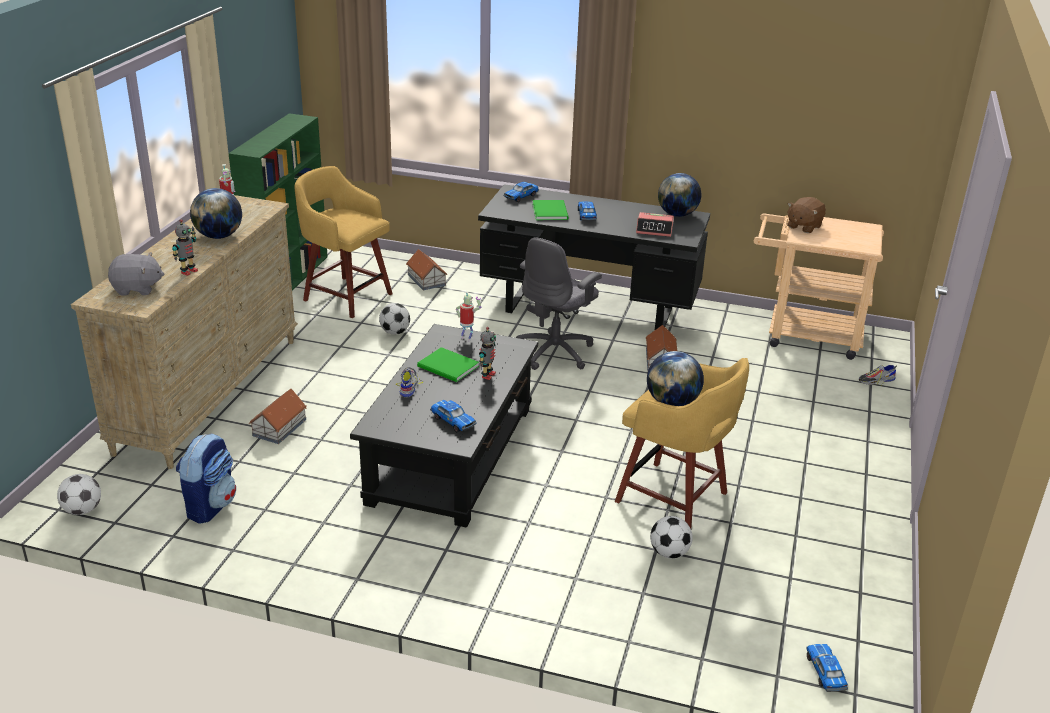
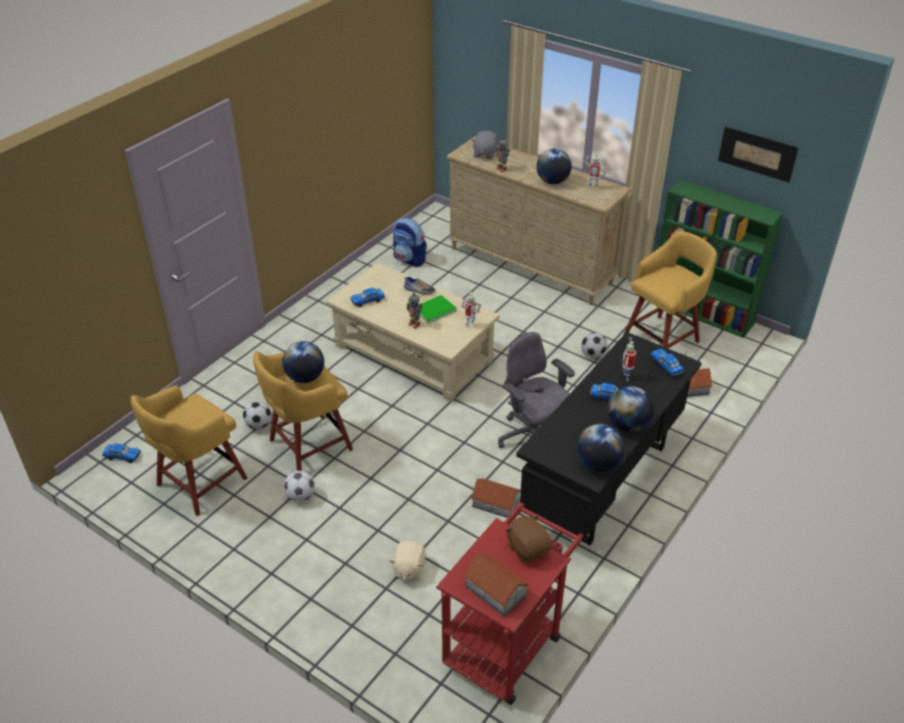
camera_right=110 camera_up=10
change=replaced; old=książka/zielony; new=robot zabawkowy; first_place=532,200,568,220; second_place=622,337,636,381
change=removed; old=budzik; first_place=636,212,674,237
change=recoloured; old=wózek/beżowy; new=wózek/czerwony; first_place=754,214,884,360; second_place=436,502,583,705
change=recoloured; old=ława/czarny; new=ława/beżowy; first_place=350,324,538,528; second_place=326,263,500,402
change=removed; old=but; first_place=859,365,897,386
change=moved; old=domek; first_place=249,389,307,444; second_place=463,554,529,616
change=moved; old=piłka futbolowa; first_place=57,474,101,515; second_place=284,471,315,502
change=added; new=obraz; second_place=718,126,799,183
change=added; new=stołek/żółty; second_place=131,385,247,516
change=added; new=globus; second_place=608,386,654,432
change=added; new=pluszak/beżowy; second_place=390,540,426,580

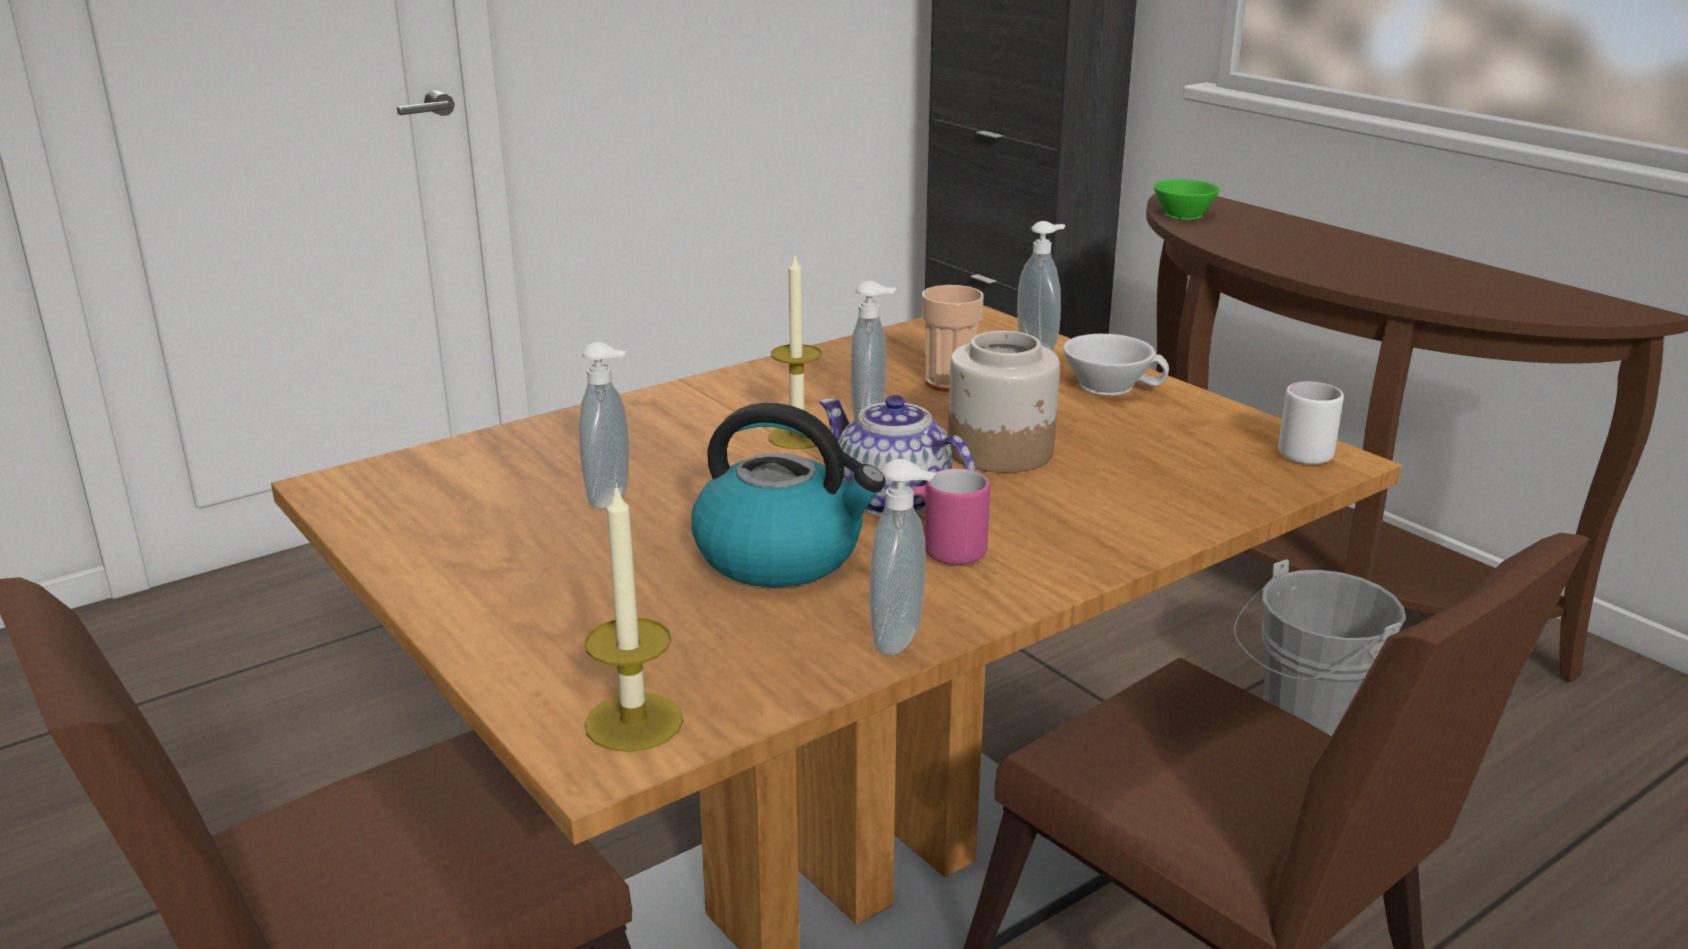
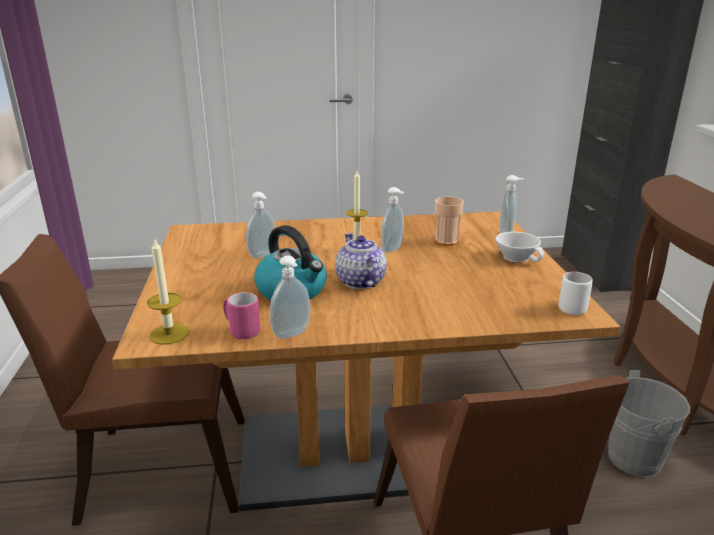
camera_right=30 camera_up=0
change=removed; old=filiżanka/zielony; first_place=1154,179,1220,220
change=removed; old=słoik; first_place=948,331,1060,473
change=moved; old=kubek/różowy; first_place=912,468,990,565; second_place=223,292,260,339

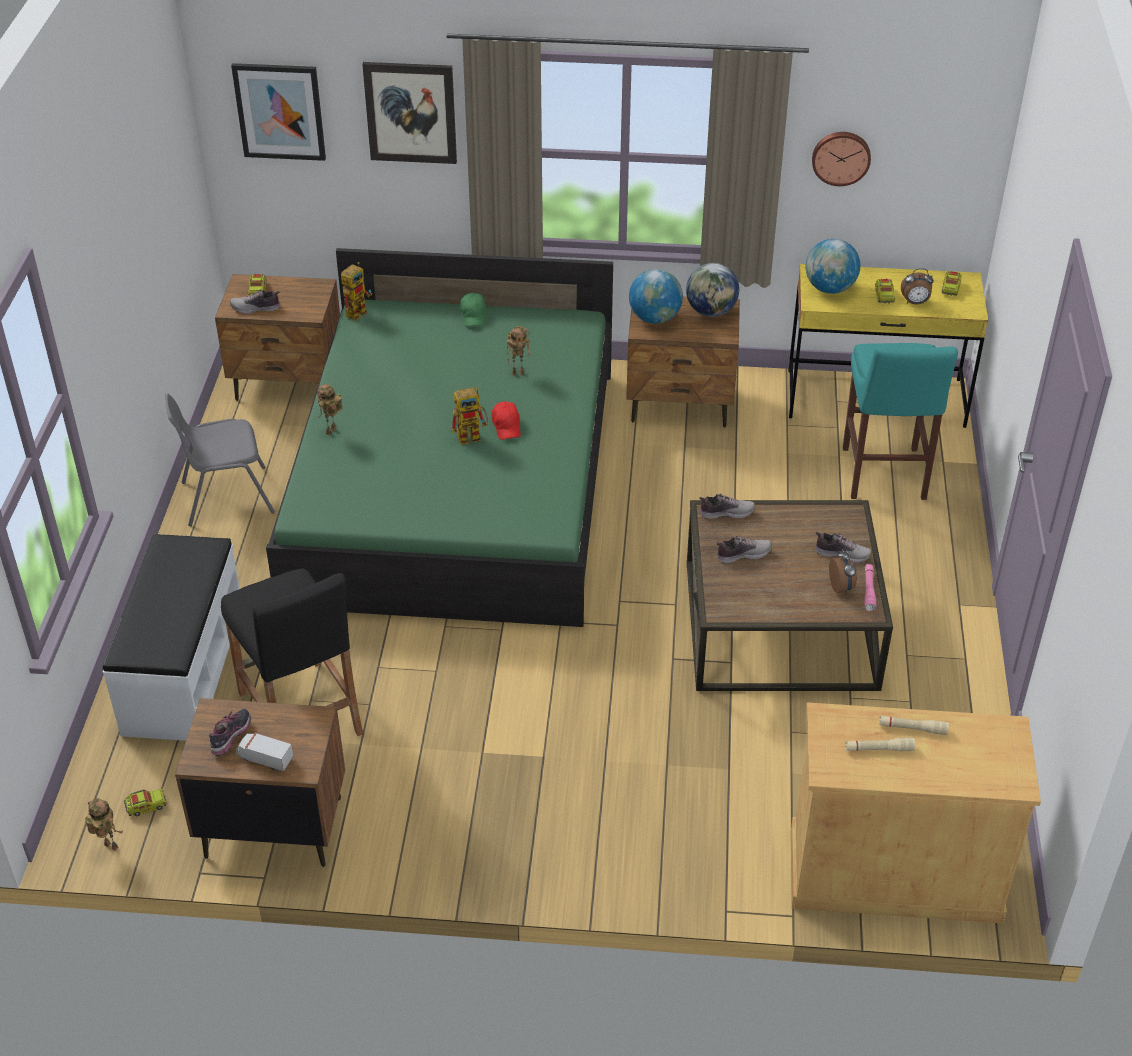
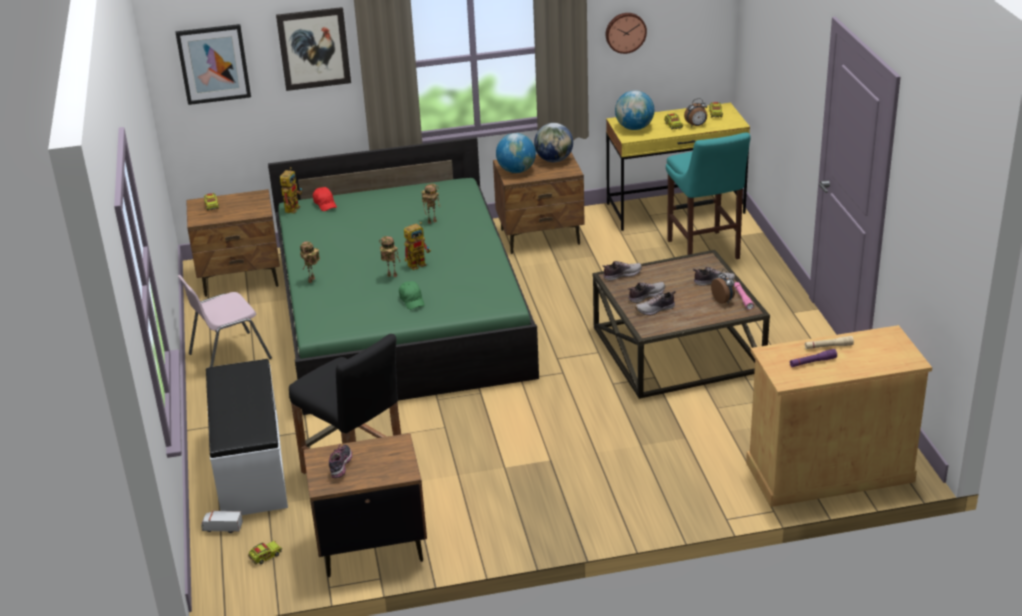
camera_right=-15 camera_up=-10
change=moved; old=but; first_place=230,290,280,314; second_place=635,291,676,316
change=moved; old=czapka z daszkiem/zielony; first_place=461,293,486,327; second_place=399,281,425,310
change=recoloured; old=krzesło/szary; new=krzesło/różowy; first_place=165,393,275,526; second_place=178,275,272,367
change=moved; old=czapka z daszkiem/czerwony; first_place=492,402,521,440; second_place=313,187,337,211
change=moved; old=ciężarówka zabawkowa; first_place=236,733,294,771; second_place=201,510,243,533
change=recoloured; old=latarka/beżowy; new=latarka/fioletowy; first_place=845,737,915,751; second_place=790,349,837,367
change=moved; old=robot zabawkowy; first_place=85,798,123,851; second_place=379,236,400,277

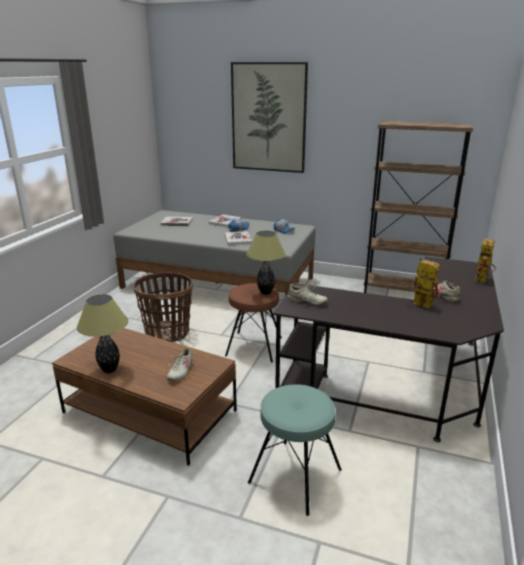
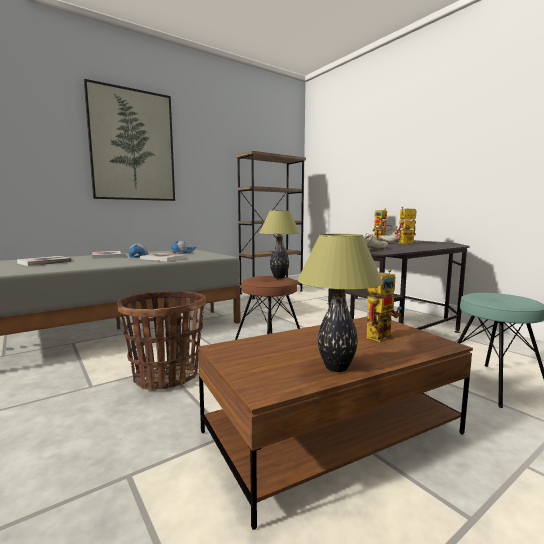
camera_right=-55 camera_up=-15
change=replaced; old=but/beżowy; new=robot zabawkowy; first_place=166,347,194,381; second_place=366,269,401,342

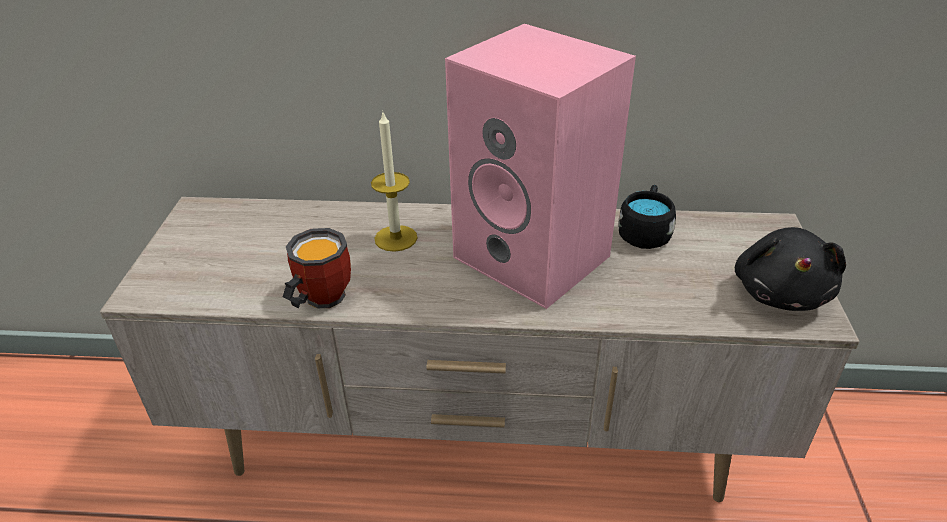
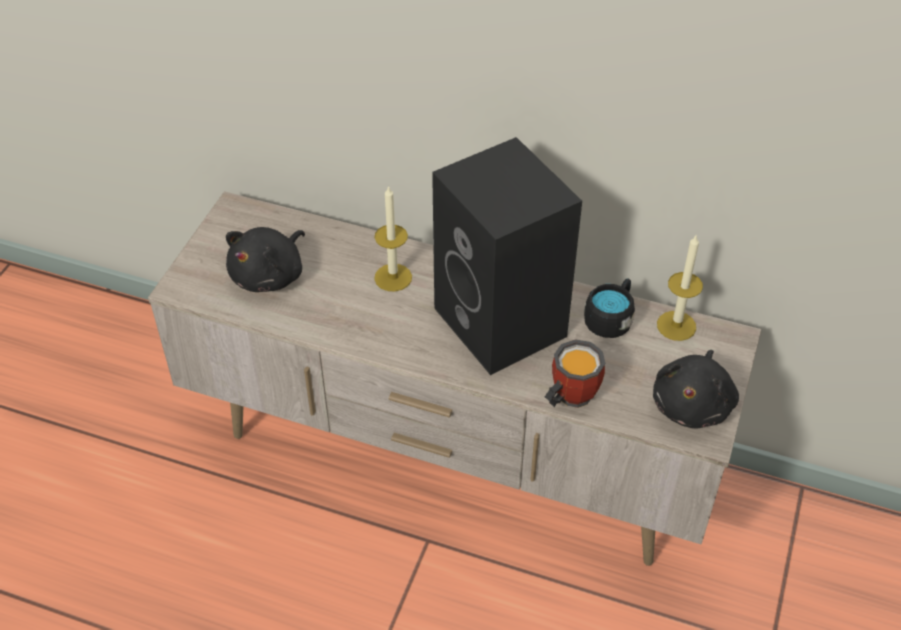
camera_right=15 camera_up=10
change=recoloured; old=głośnik/różowy; new=głośnik/czarny; first_place=445,24,636,309; second_place=432,137,582,375
change=moved; old=kubek; first_place=283,228,351,309; second_place=545,339,606,408
change=added; new=pluszak/czarny; second_place=226,227,305,292
change=added; new=świeca; second_place=657,235,703,341

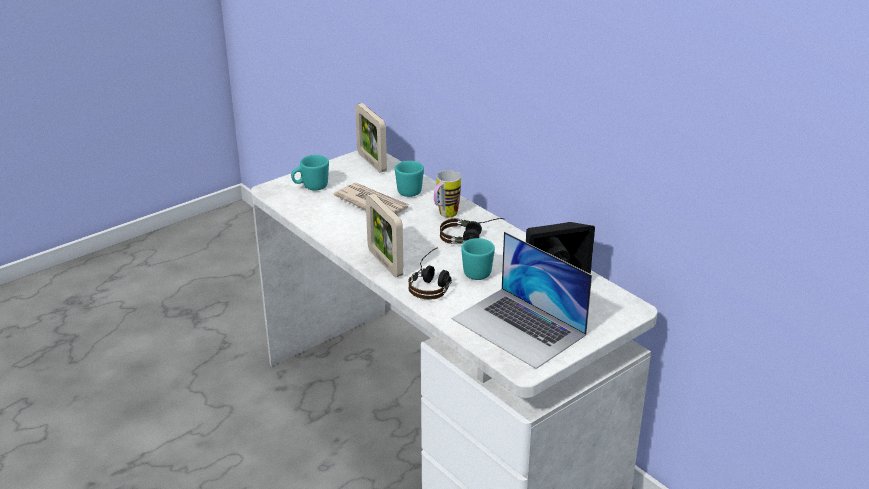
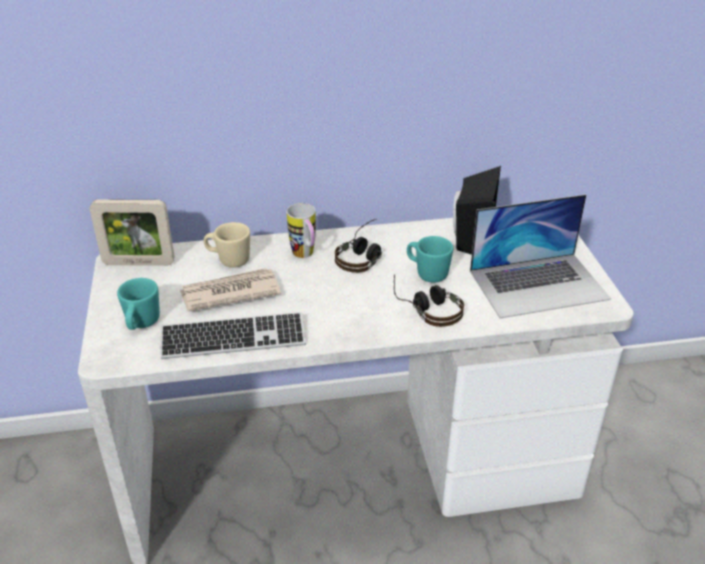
camera_right=-60 camera_up=5
change=recoloured; old=kubek/turkusowy; new=kubek/beżowy; first_place=395,161,424,197; second_place=204,222,250,268
change=removed; old=ramka na zdjęcie; first_place=366,194,404,277
change=added; new=klawiatura; second_place=160,312,306,359

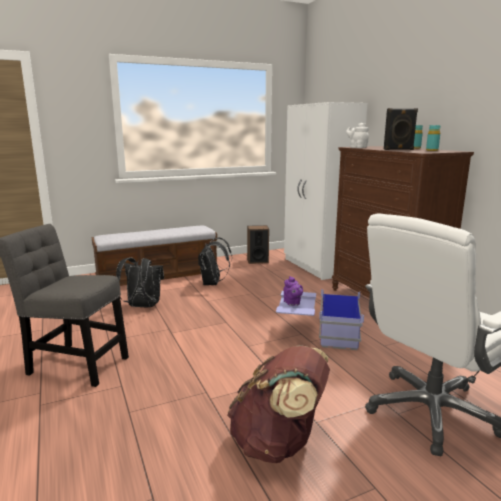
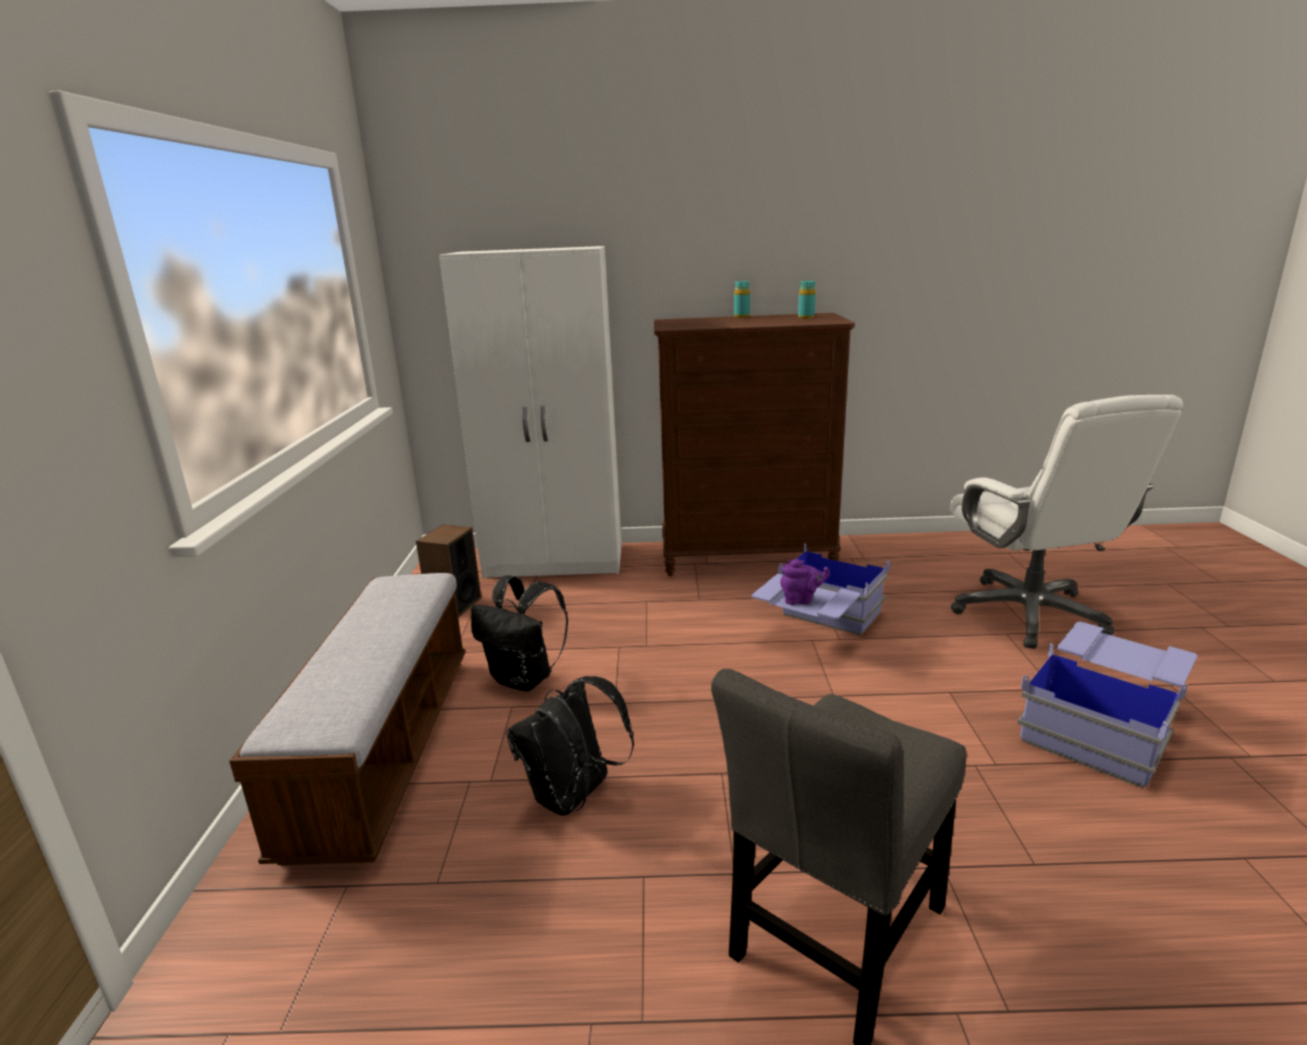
camera_right=-65 camera_up=5
change=removed; old=głośnik/czarny; first_place=384,108,418,150
change=removed; old=imbryk/biały; first_place=346,123,369,148
change=replaced; old=plecak/brązowy; new=pojemnik do przechowywania/niebieski; first_place=227,346,330,463; second_place=1017,621,1198,789

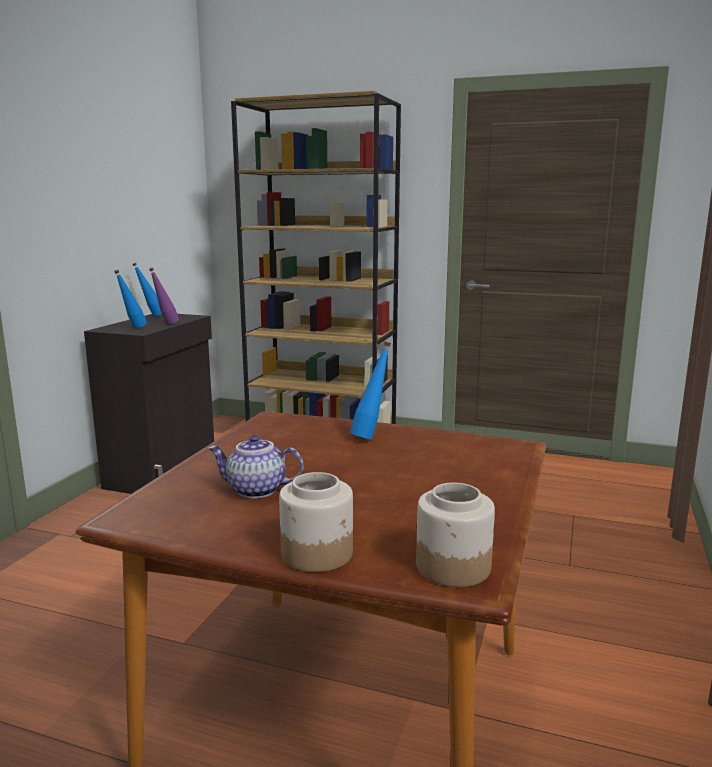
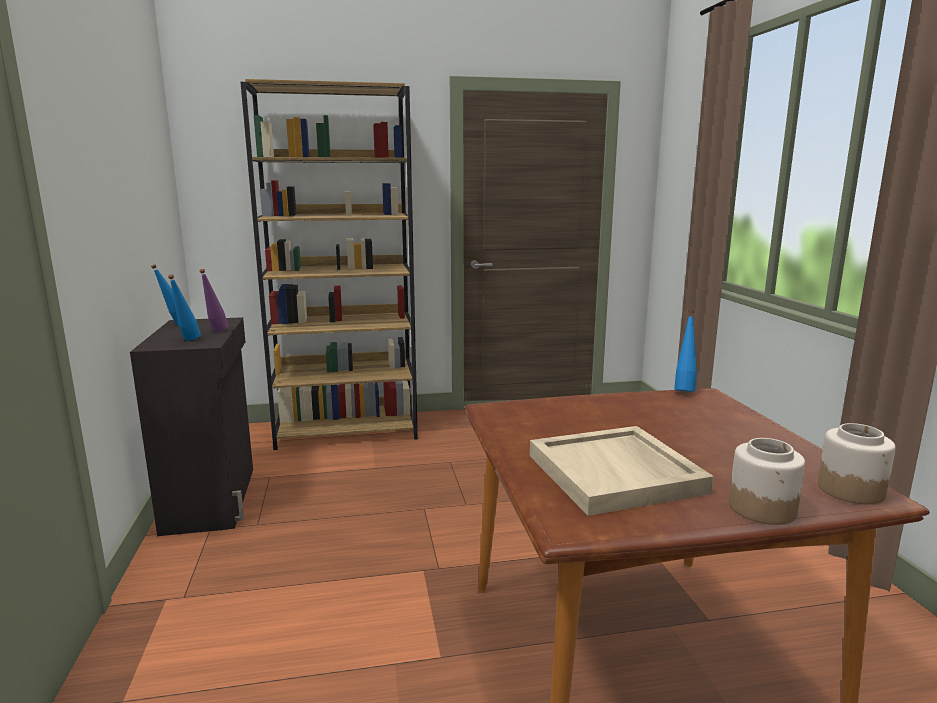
camera_right=-30 camera_up=0
change=moved; old=butelka/niebieski; first_place=350,341,391,439; second_place=674,310,697,392
change=replaced; old=imbryk; new=taca/beżowy; first_place=208,435,304,499; second_place=530,426,714,516

